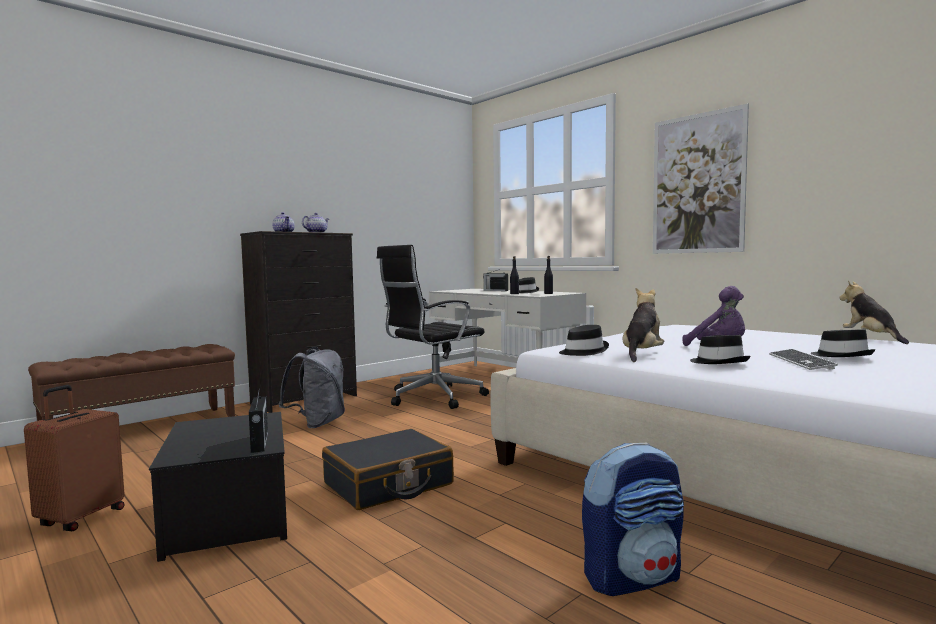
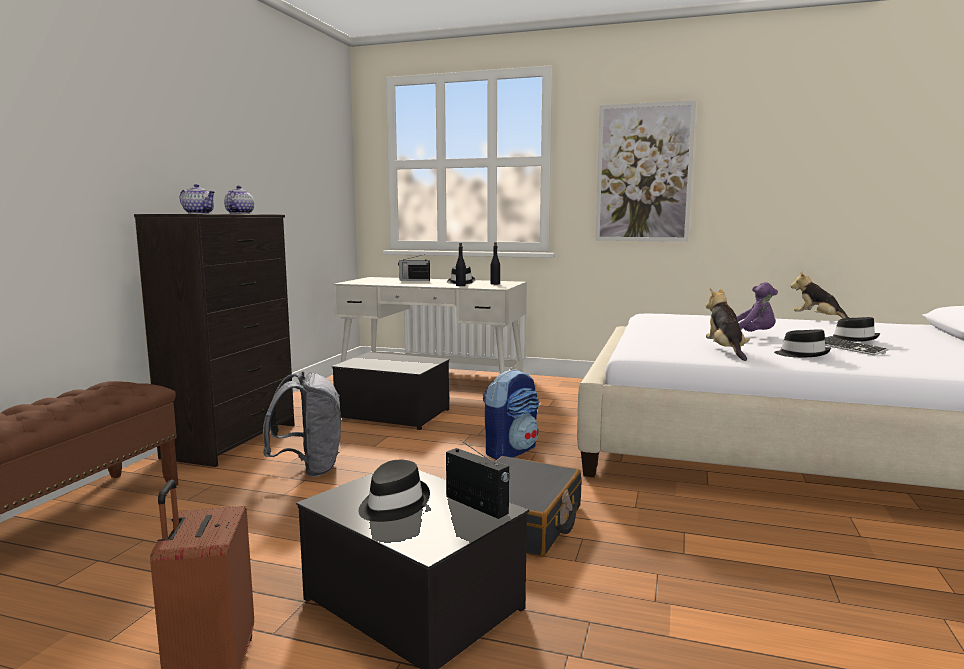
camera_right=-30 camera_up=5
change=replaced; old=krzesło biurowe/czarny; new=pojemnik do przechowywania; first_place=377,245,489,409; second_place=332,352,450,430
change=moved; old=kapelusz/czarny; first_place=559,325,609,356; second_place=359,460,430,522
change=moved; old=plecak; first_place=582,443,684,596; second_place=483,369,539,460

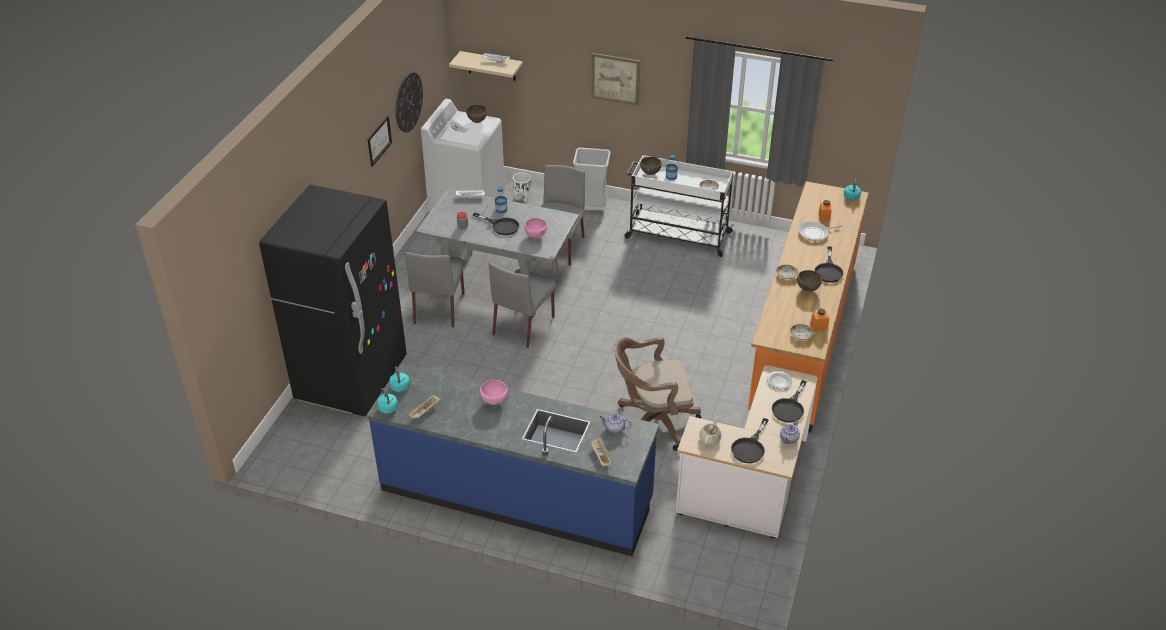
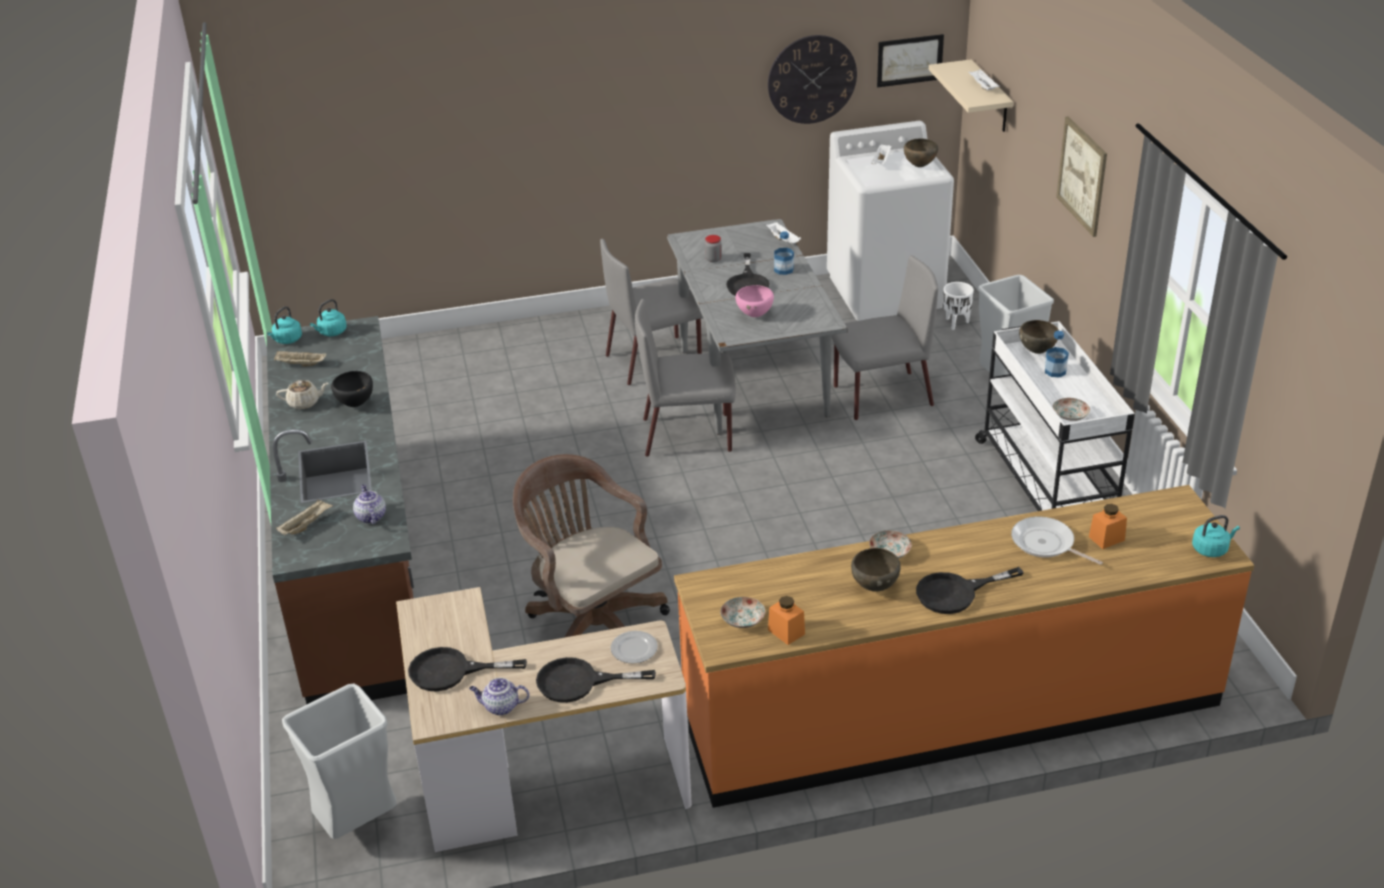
camera_right=60 camera_up=-5
change=moved; old=obraz; first_place=368,116,392,167; second_place=877,34,944,87
change=removed; old=lodówka/czarny; first_place=259,184,407,417
change=recoloured; old=zabudowa kuchenna/niebieski; new=zabudowa kuchenna/brązowy; first_place=367,364,659,556; second_place=266,316,414,704
change=recoloured; old=miska/różowy; new=miska/czarny; first_place=480,380,508,405; second_place=331,371,373,407
change=moved; old=imbryk/beżowy; first_place=699,417,722,445; second_place=276,380,329,409
change=added; new=kosz na śmieci/szary; second_place=282,684,397,839

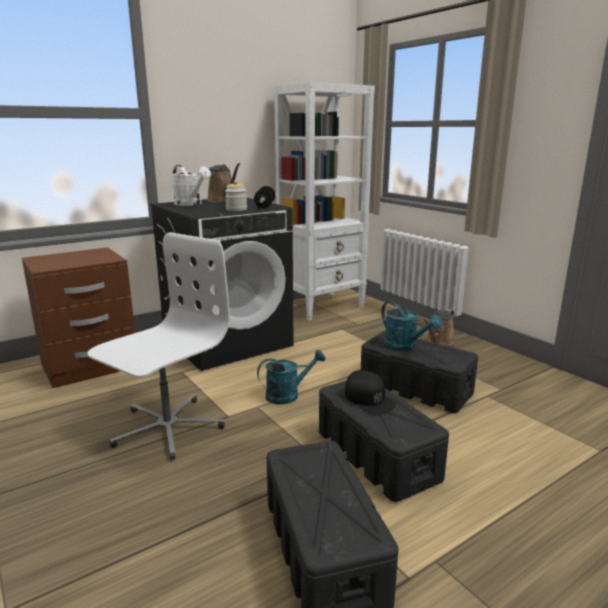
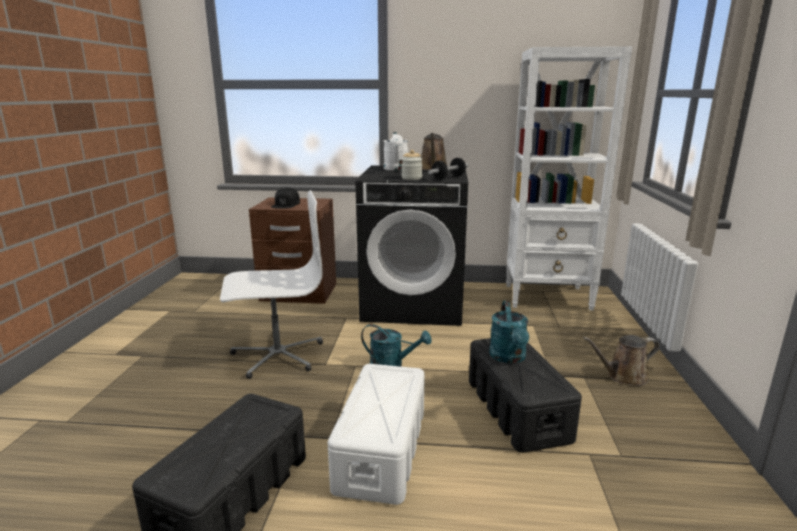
camera_right=40 camera_up=0
change=moved; old=czapka z daszkiem/czarny; first_place=345,370,396,414; second_place=271,187,300,209
change=recoloured; old=pojemnik do przechowywania/czarny; new=pojemnik do przechowywania/biały; first_place=319,381,449,502; second_place=328,364,425,505

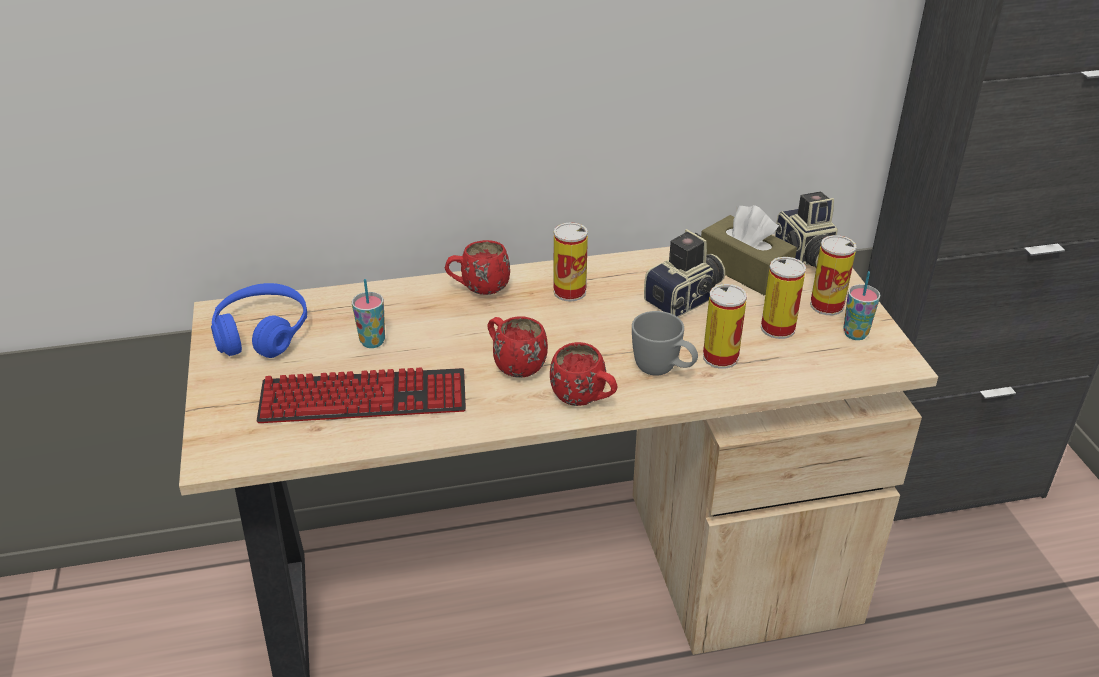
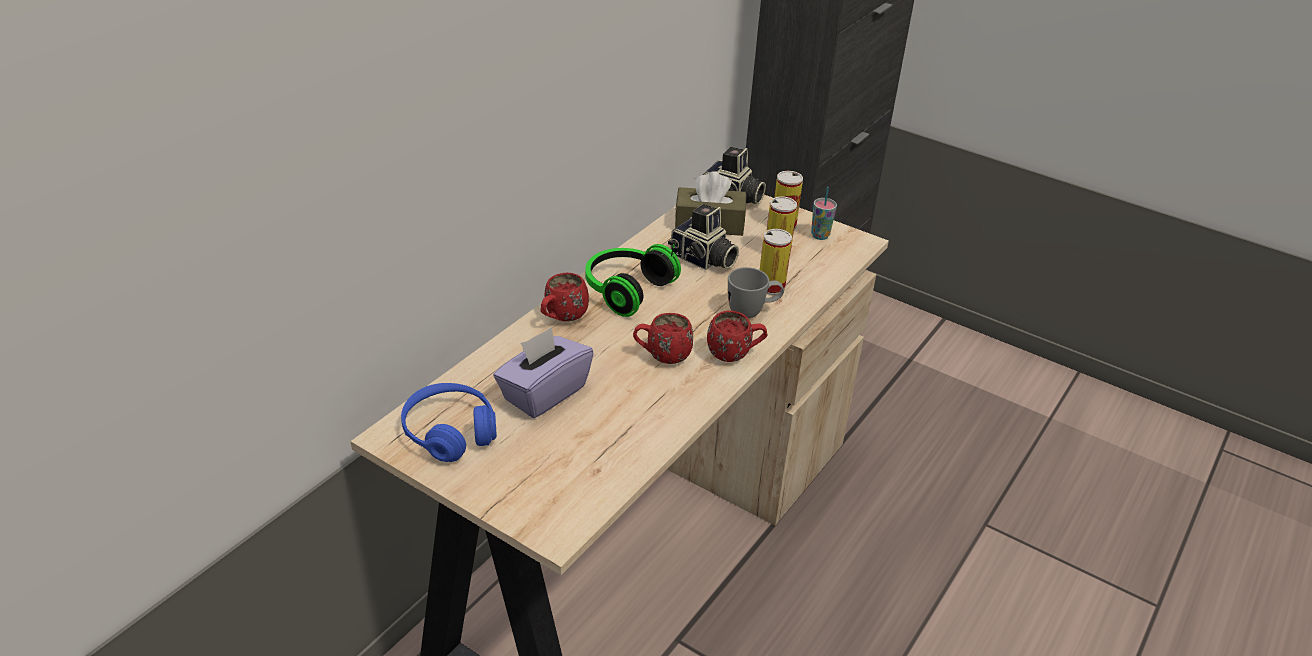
camera_right=-45 camera_up=0
change=replaced; old=puszka; new=słuchawki; first_place=554,222,588,302; second_place=585,244,681,317
change=turned; old=aparat fotograficzny; first_place=644,229,725,317; second_place=668,204,739,270; degrees=120
change=replaced; old=filiżanka; new=pudełko chusteczek/fioletowy; first_place=352,279,385,348; second_place=493,327,594,418
change=removed; old=klawiatura; first_place=257,367,466,423

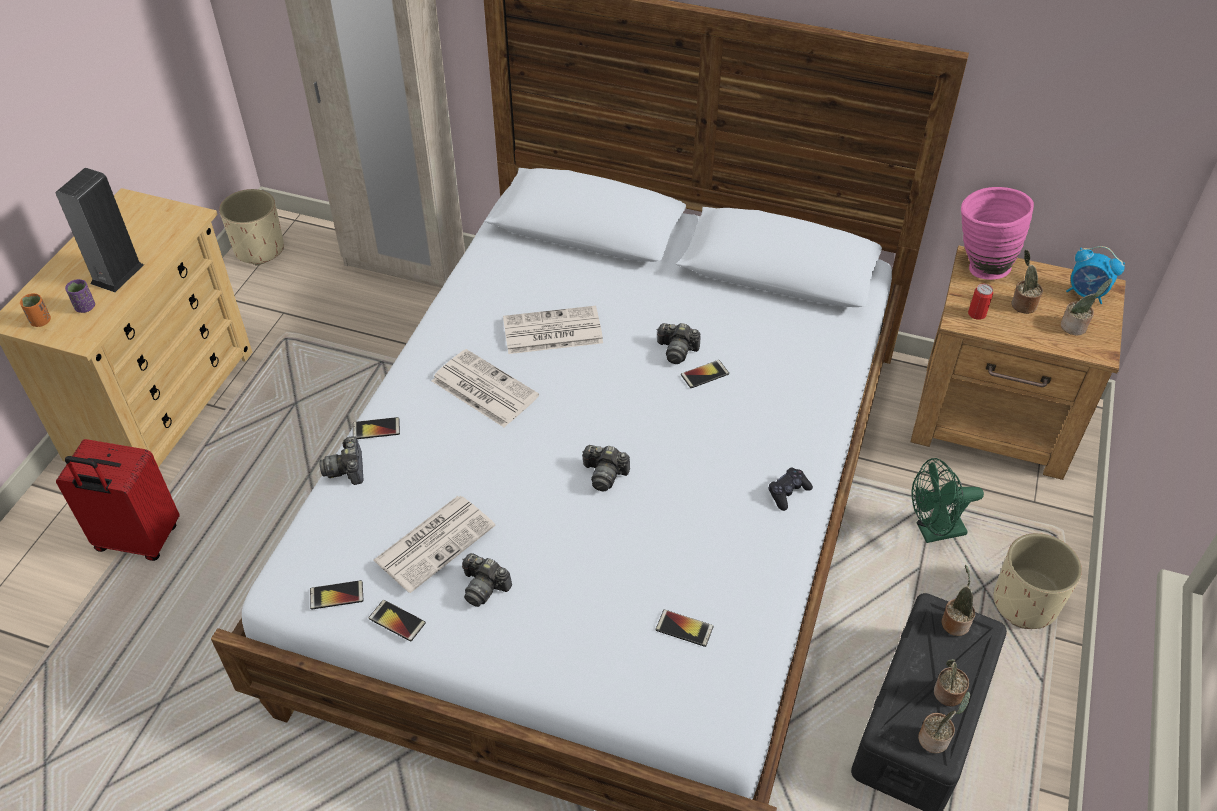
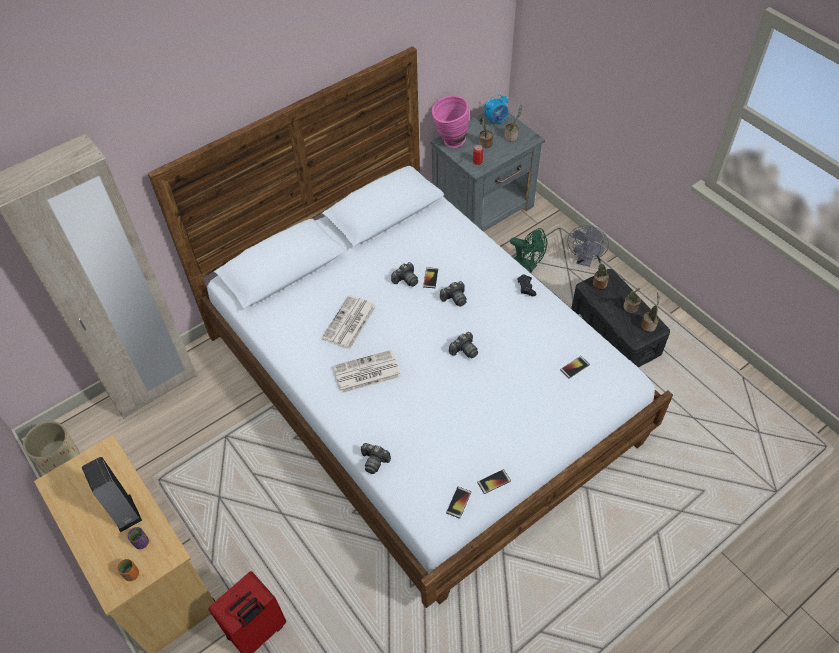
camera_right=-55 camera_up=5
change=recoloured; old=szafka nocna/brązowy; new=szafka nocna/szary; first_place=911,246,1126,480; second_place=430,112,545,232
change=removed; old=telefon; first_place=353,417,400,439
change=turned; old=wentylator/zielony; first_place=911,458,984,543; second_place=510,228,547,273; degrees=-75
change=removed; old=gazeta; first_place=373,496,496,593
change=replaced; old=donica/beżowy; new=wentylator/szary; first_place=994,533,1082,629; second_place=567,225,609,267
change=moved; old=aparat fotograficzny; first_place=462,553,512,607; second_place=440,281,467,307

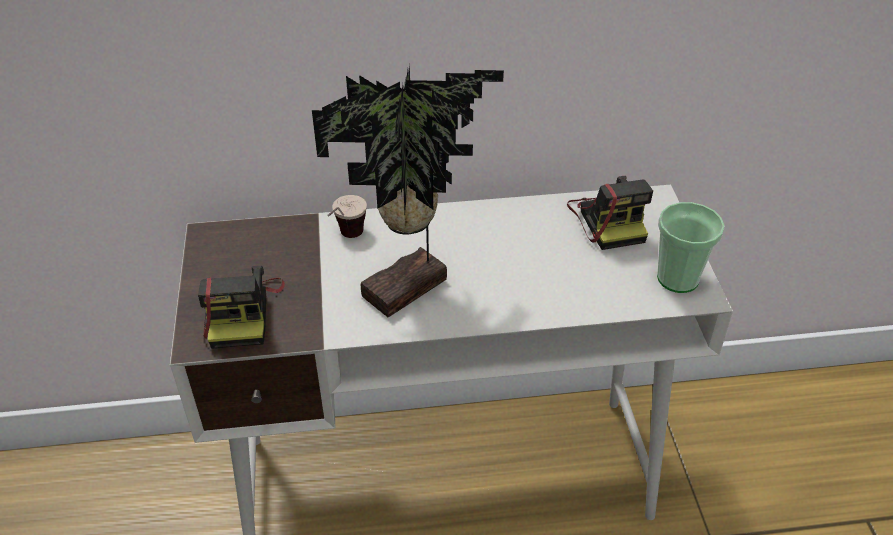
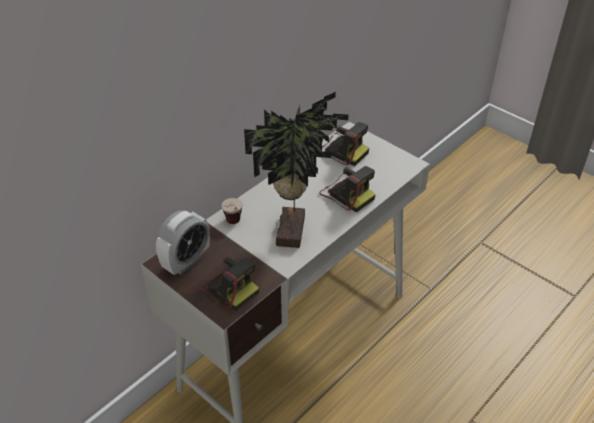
camera_right=-40 camera_up=0
change=removed; old=filiżanka; first_place=657,202,725,293
change=added; new=aparat fotograficzny; second_place=319,166,376,213
change=added; new=budzik; second_place=156,211,210,275

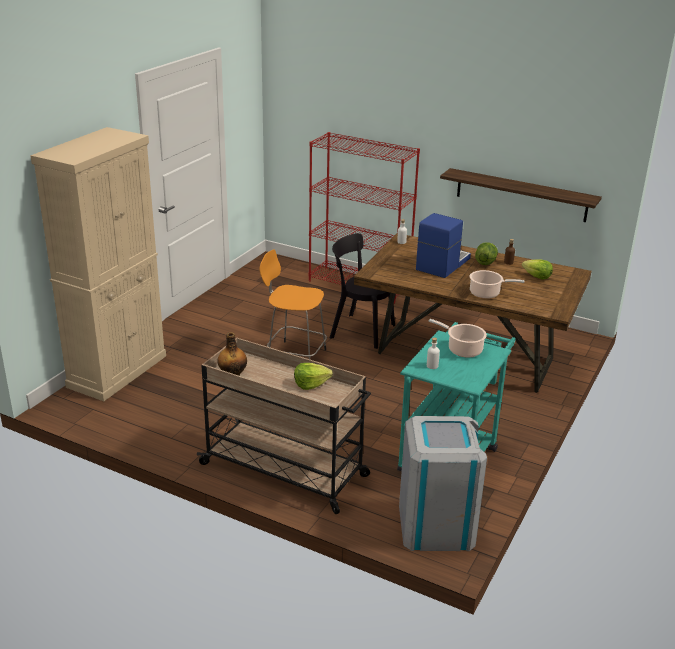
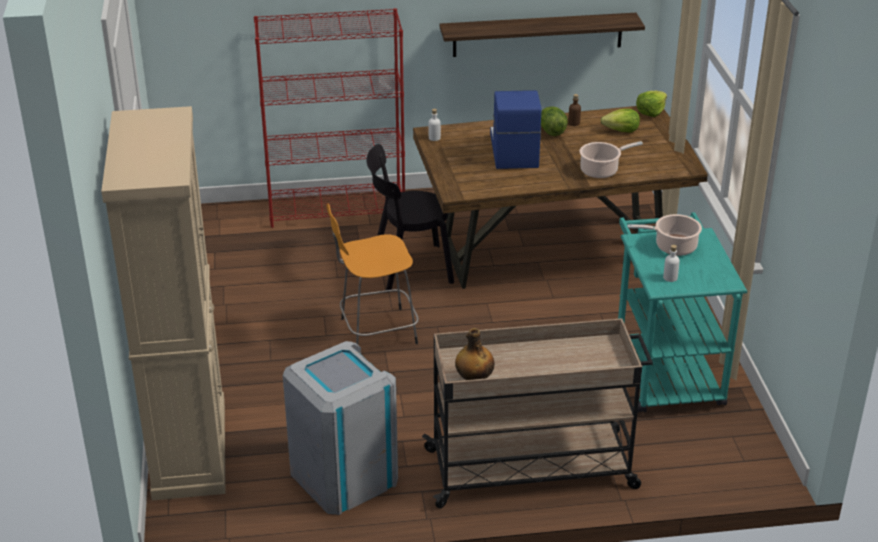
camera_right=-35 camera_up=5
change=moved; old=sałata; first_place=294,363,333,390; second_place=636,91,667,117
change=moved; old=kosz na śmieci/szary; first_place=399,416,487,551; second_place=283,341,398,515

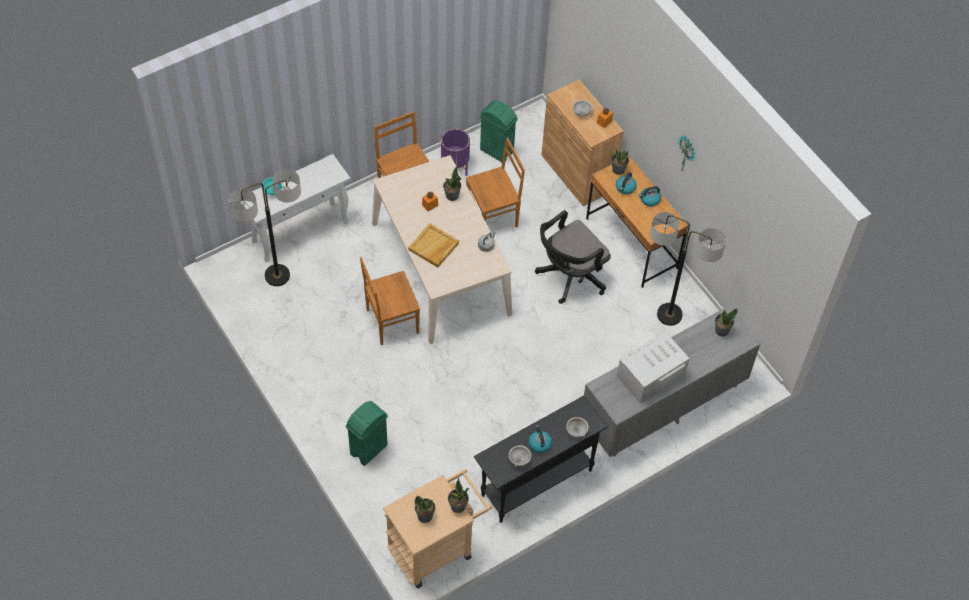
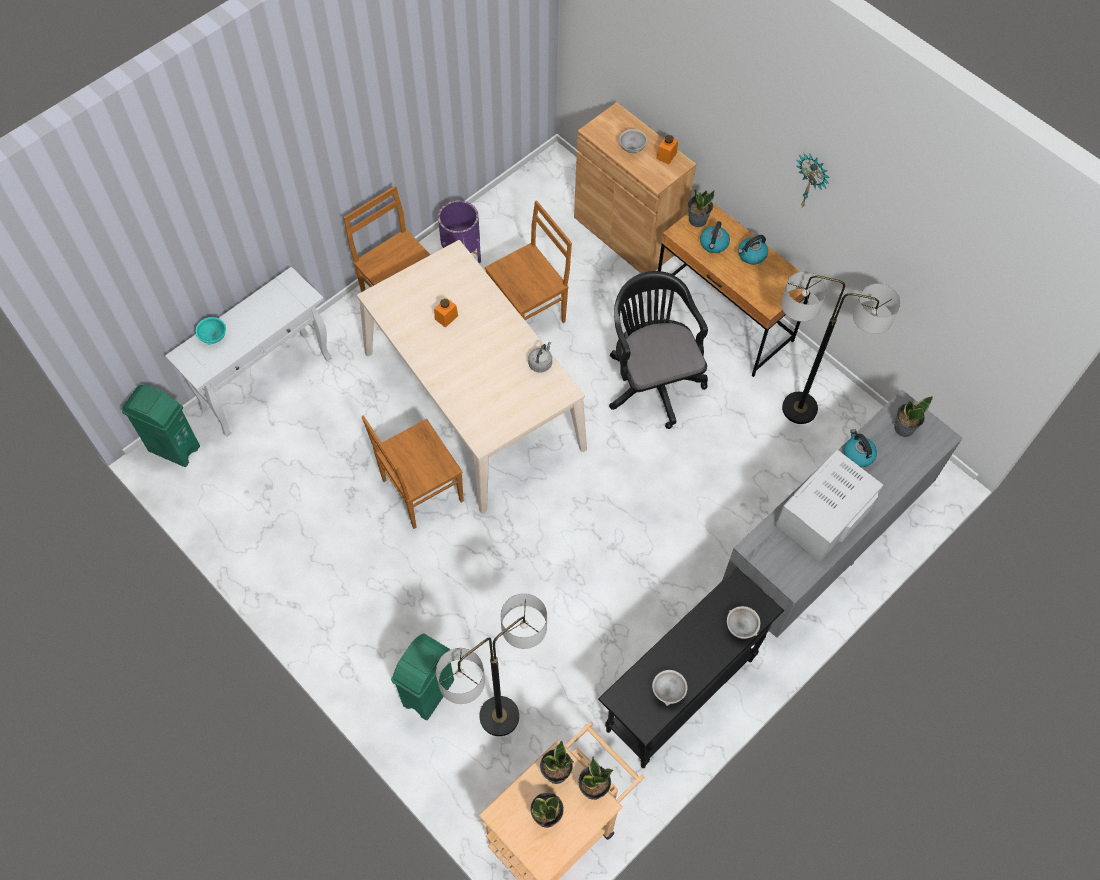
camera_right=-10 camera_up=5
change=moved; old=kosz na śmieci/zielony; first_place=480,100,518,162; second_place=122,385,200,467
change=moved; old=roślina doniczkowa; first_place=443,166,461,201; second_place=540,740,574,784
change=moved; old=lampa stojąca; first_place=229,169,301,286; second_place=436,593,547,736
change=turned; old=krzesło biurowe/czarny; first_place=535,210,611,304; second_place=609,271,708,429; degrees=120
change=removed; old=taca/beżowy; first_place=408,223,459,268
change=moved; old=czajnik; first_place=528,425,552,453; second_place=844,429,877,467

